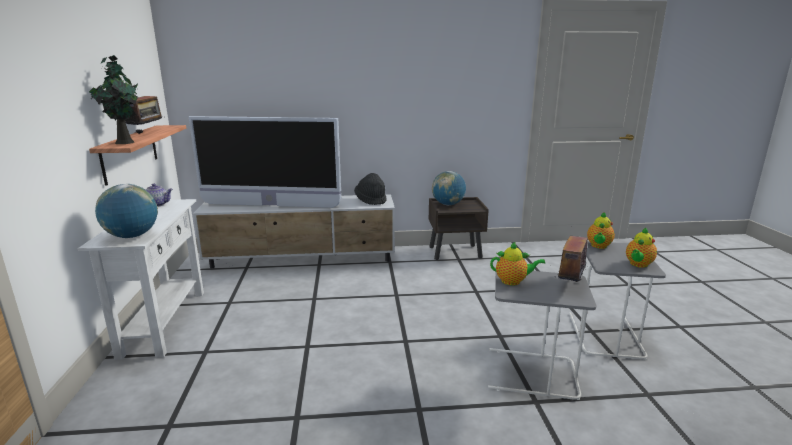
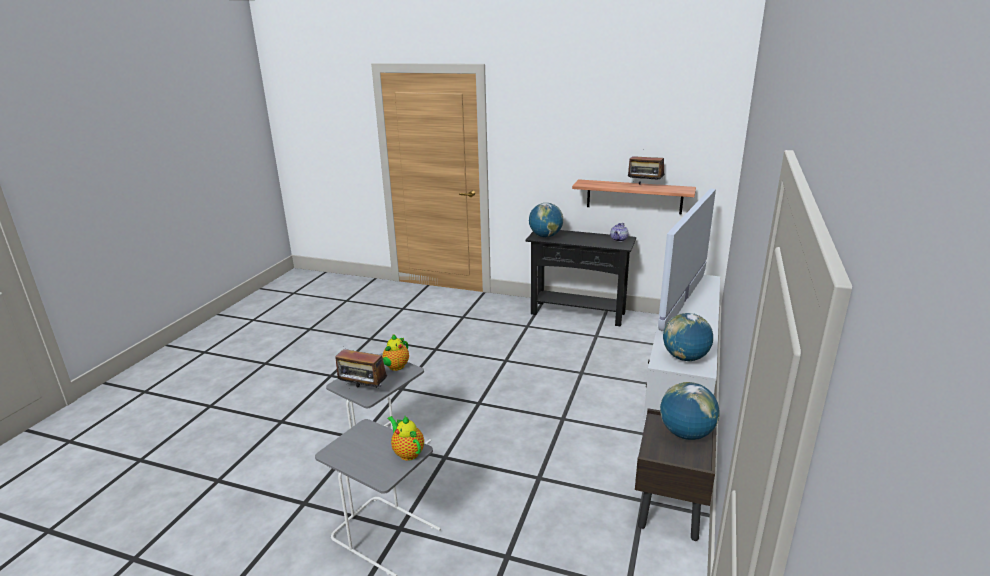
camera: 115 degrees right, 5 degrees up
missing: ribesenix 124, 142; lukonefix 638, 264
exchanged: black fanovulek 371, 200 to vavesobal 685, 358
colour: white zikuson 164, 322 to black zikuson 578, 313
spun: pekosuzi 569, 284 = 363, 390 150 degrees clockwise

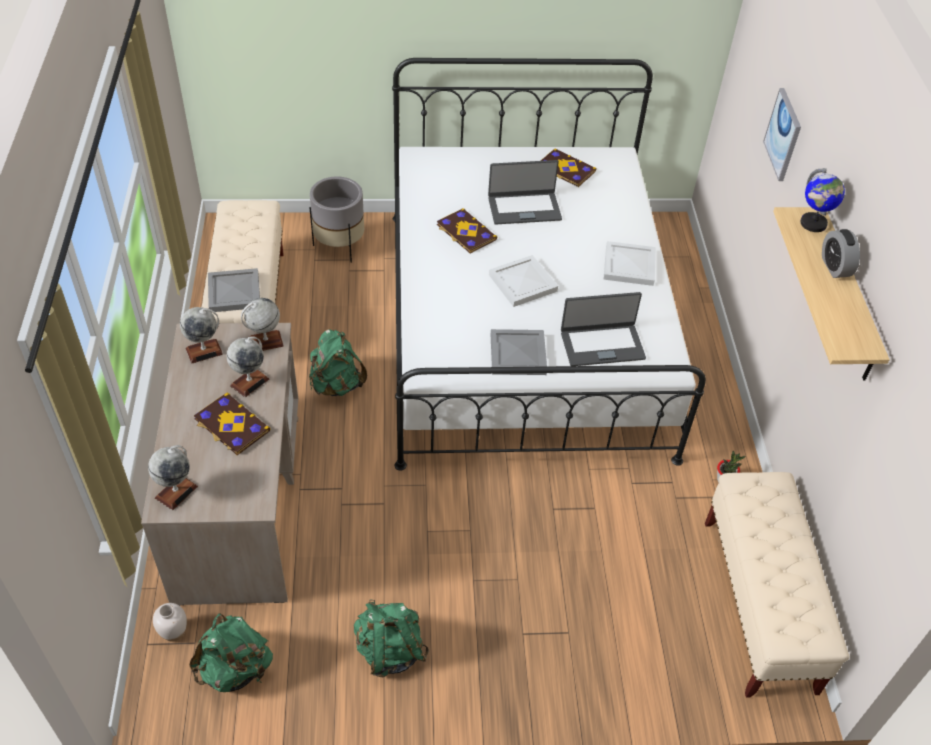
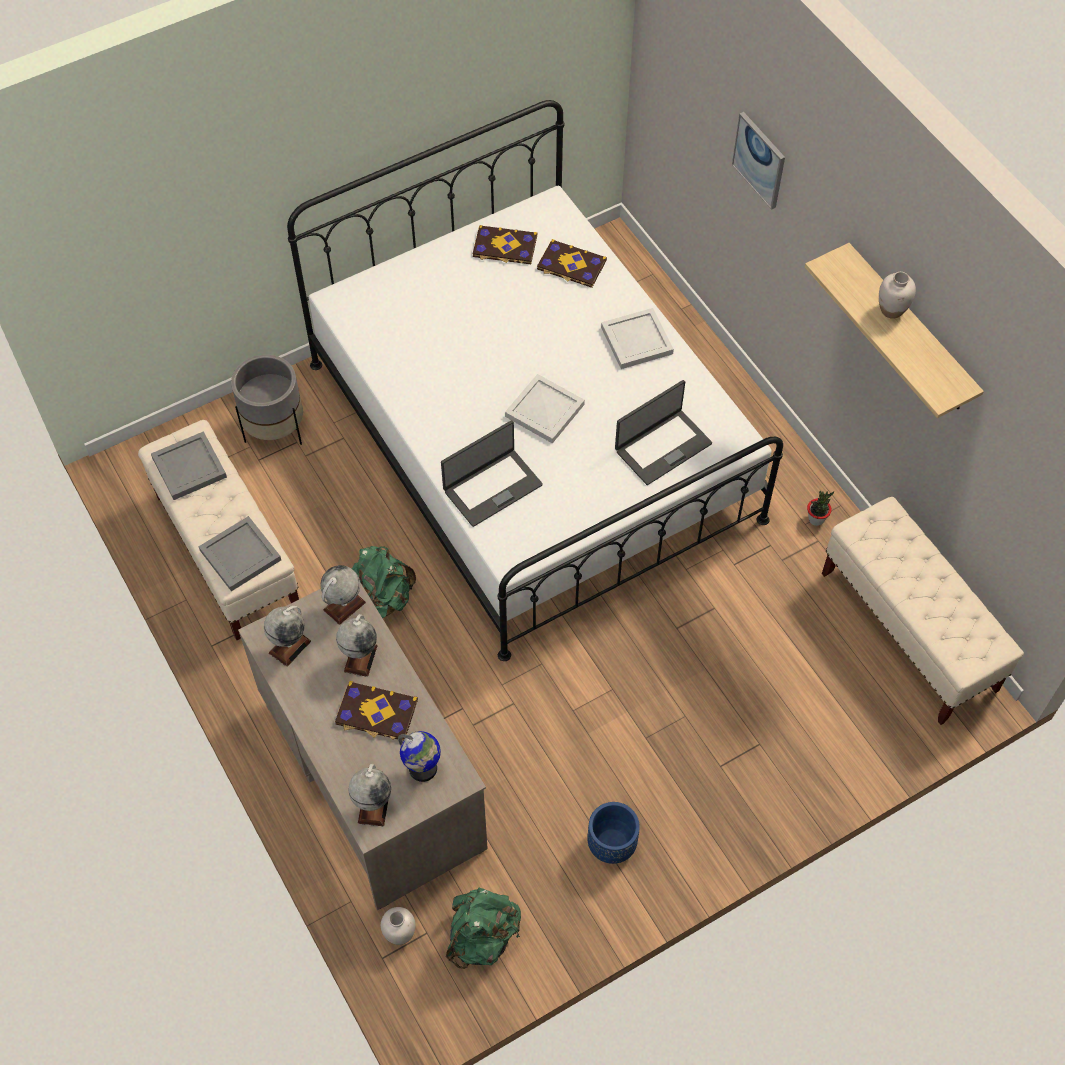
camera: 25 degrees left, 10 degrees up
relocated: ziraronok 465, 232 to 571, 265; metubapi 524, 208 to 492, 487; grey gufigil 518, 353 to 190, 466; vavesobal 813, 224 to 423, 769
exchanged: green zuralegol 389, 650 to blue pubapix 611, 844; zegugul 835, 267 to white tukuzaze 892, 310

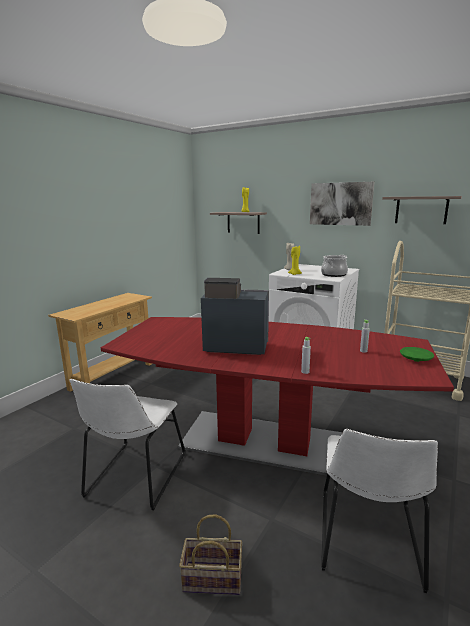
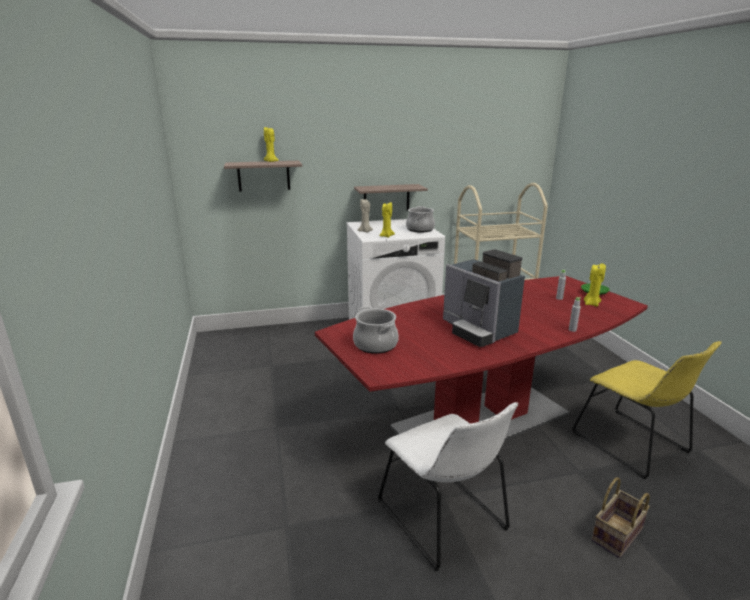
camera: 45 degrees left, 5 degrees up
missing: beige zikuson 112, 376; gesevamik 340, 204
appeared: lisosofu 375, 345; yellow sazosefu 591, 304
relocated: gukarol 421, 210 to 386, 198
colour: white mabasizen 368, 540 to yellow mabasizen 634, 445
spun: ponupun 233, 346 = 478, 330 90 degrees counterclockwise

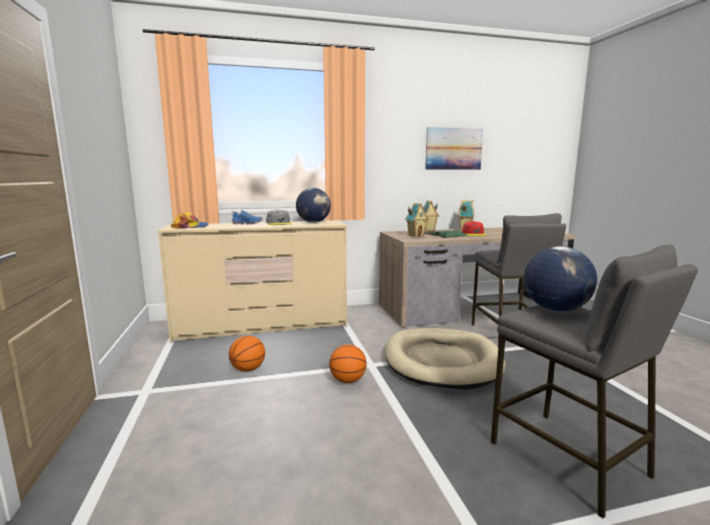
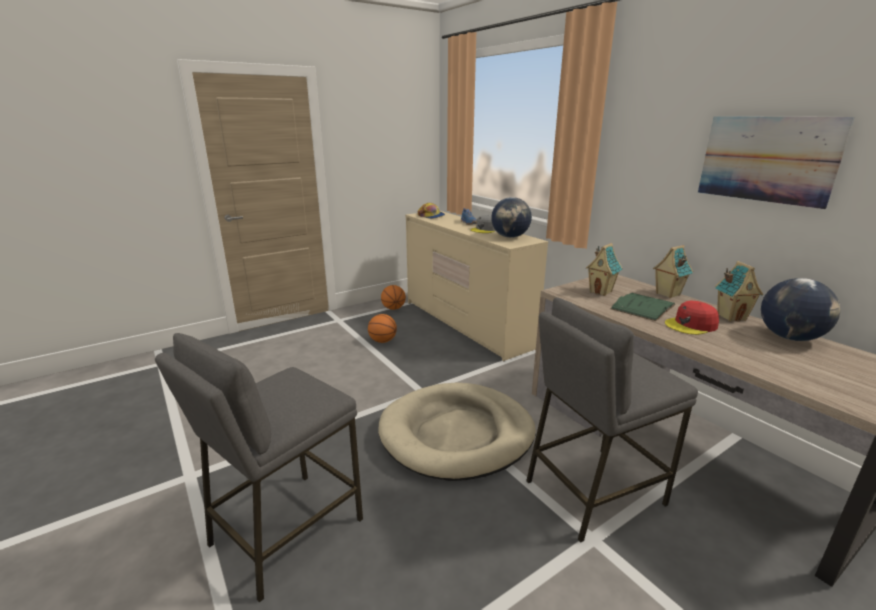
camera: 70 degrees right, 10 degrees up
relocated: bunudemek 348, 380 to 393, 308; vavesobal 555, 309 to 789, 337

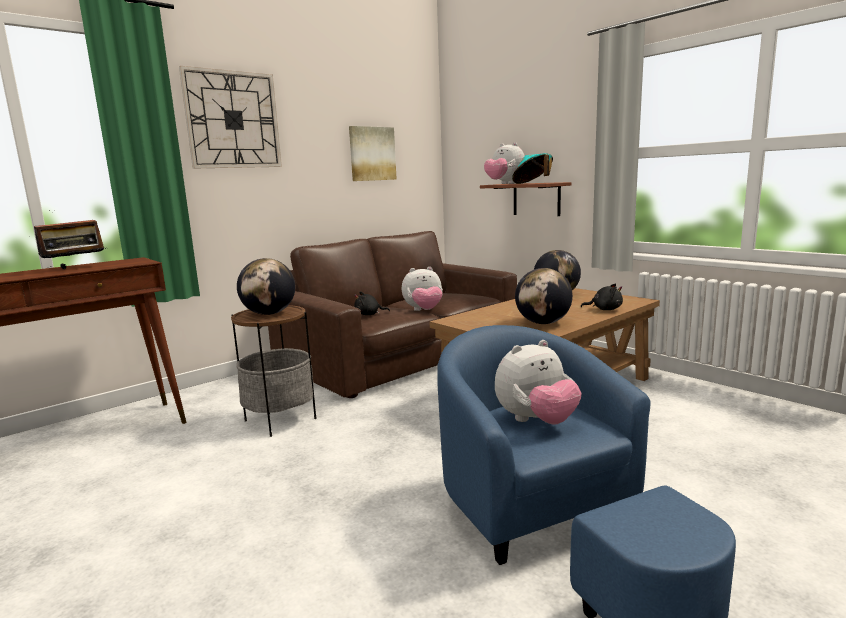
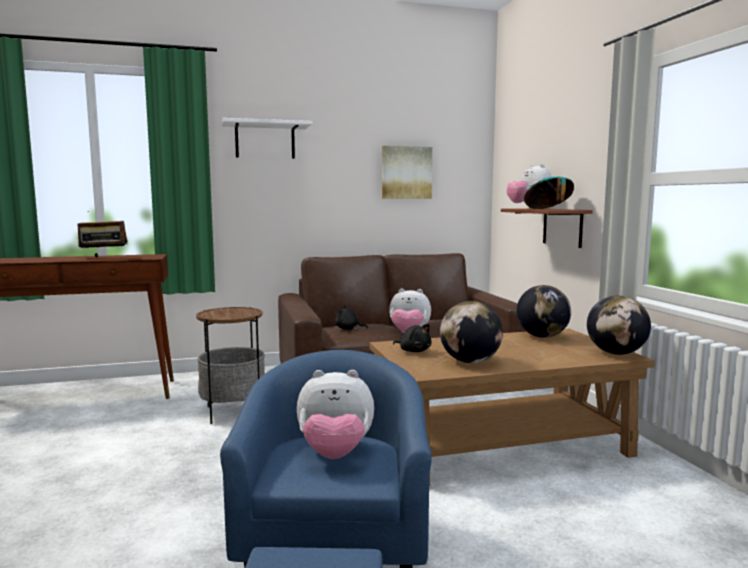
camera: 25 degrees right, 5 degrees down
relocated: vavesobal 269, 313 to 616, 353; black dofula 604, 309 to 414, 351
exchanged: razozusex 233, 120 to white gukarol 265, 141

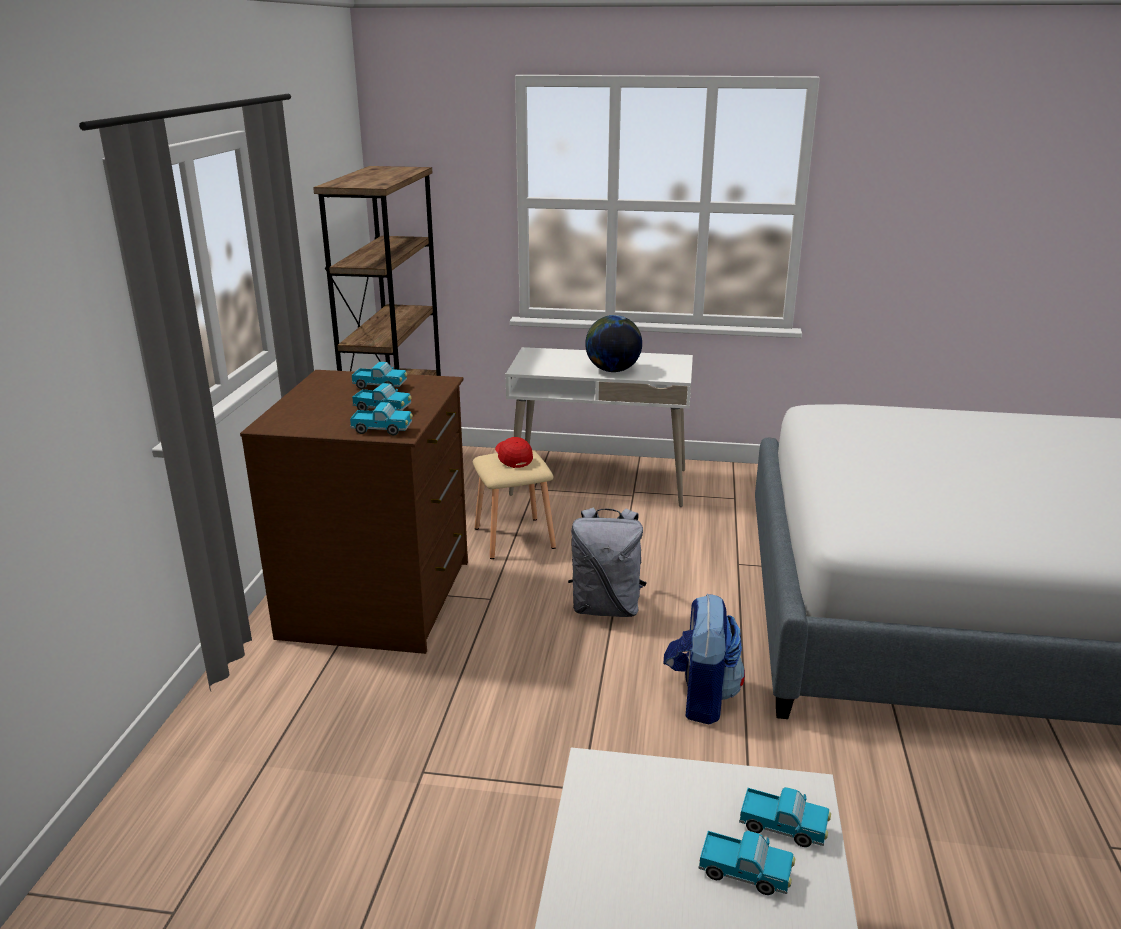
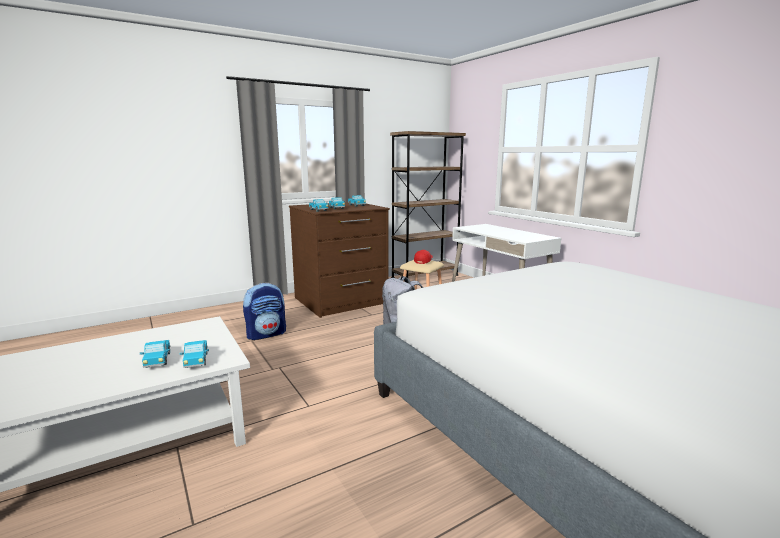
camera: 50 degrees right, 10 degrees down
missing: vavesobal 612, 370
relocated: zuralegol 701, 697 to 266, 334

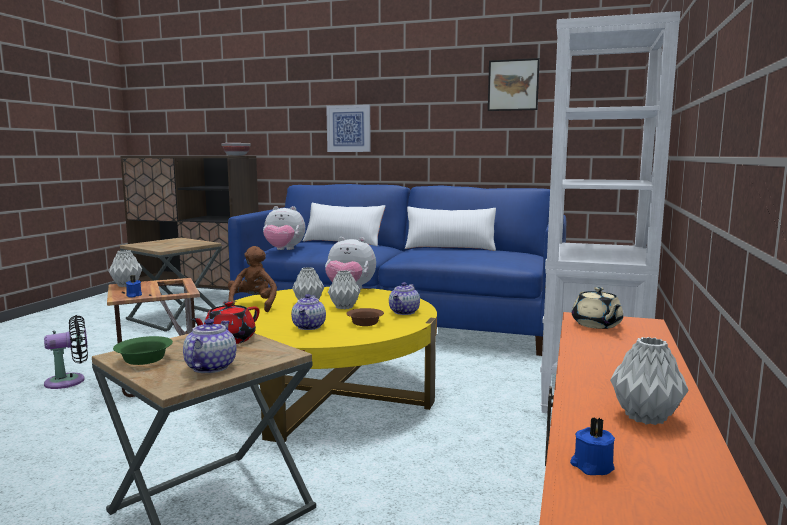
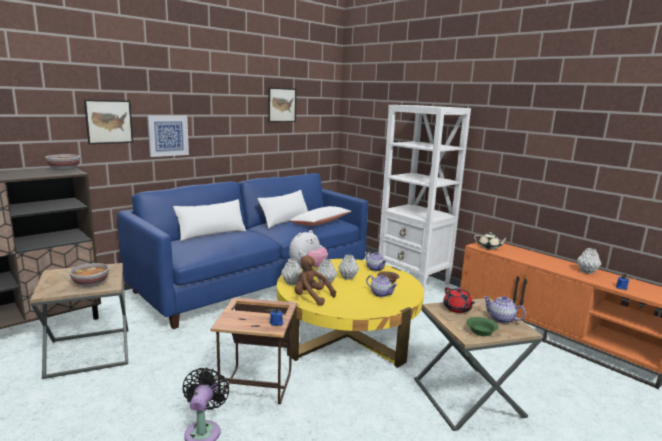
camera: 60 degrees left, 5 degrees up
missing: dofula 283, 250
appeared: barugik 91, 283; gesevamik 109, 121; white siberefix 321, 223
relocated: grey tukuzaze 126, 285 to 291, 283

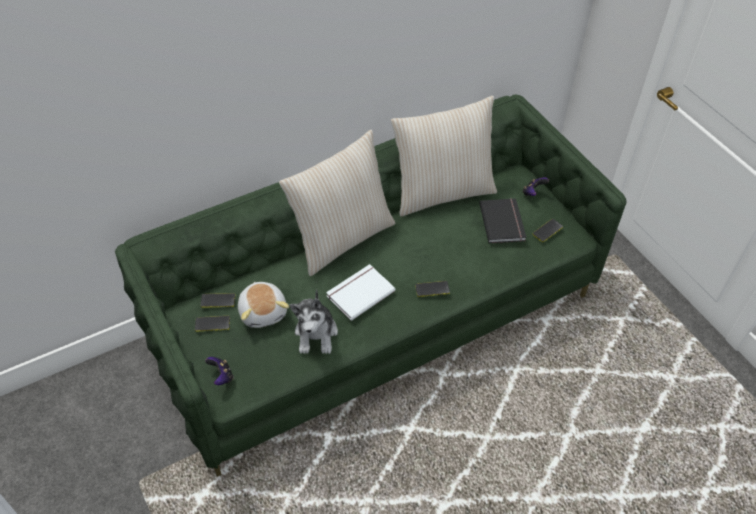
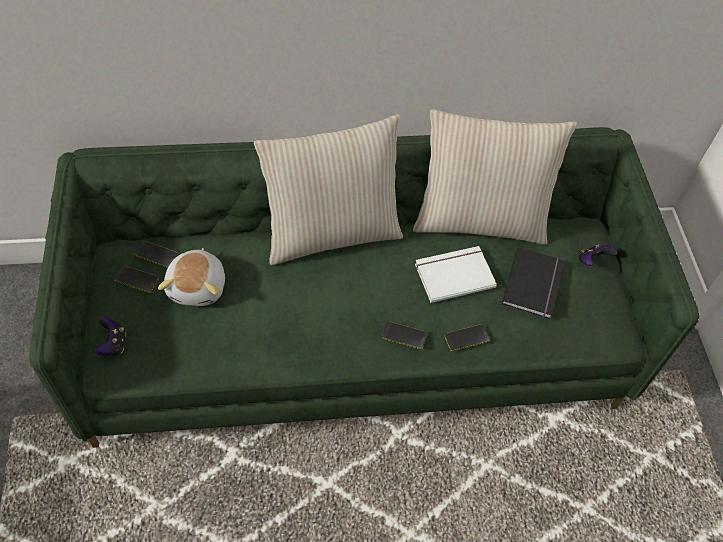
camera: 20 degrees right, 5 degrees up
missing: dofula 316, 333
relocated: white ziraronok 359, 292 to 453, 274; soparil 547, 230 to 467, 338

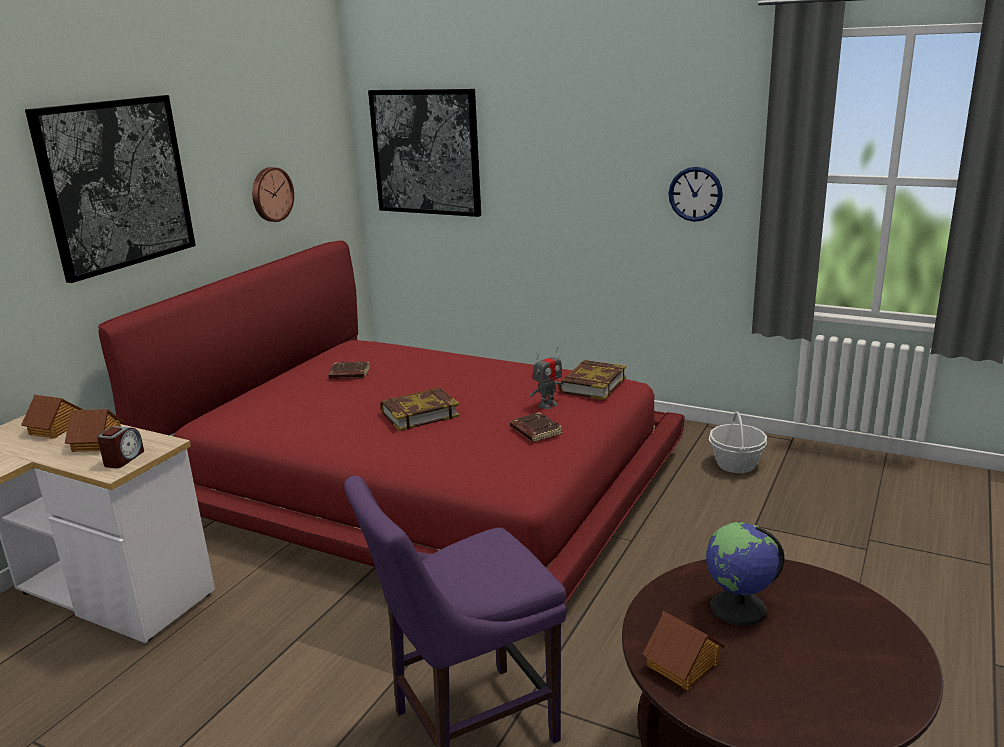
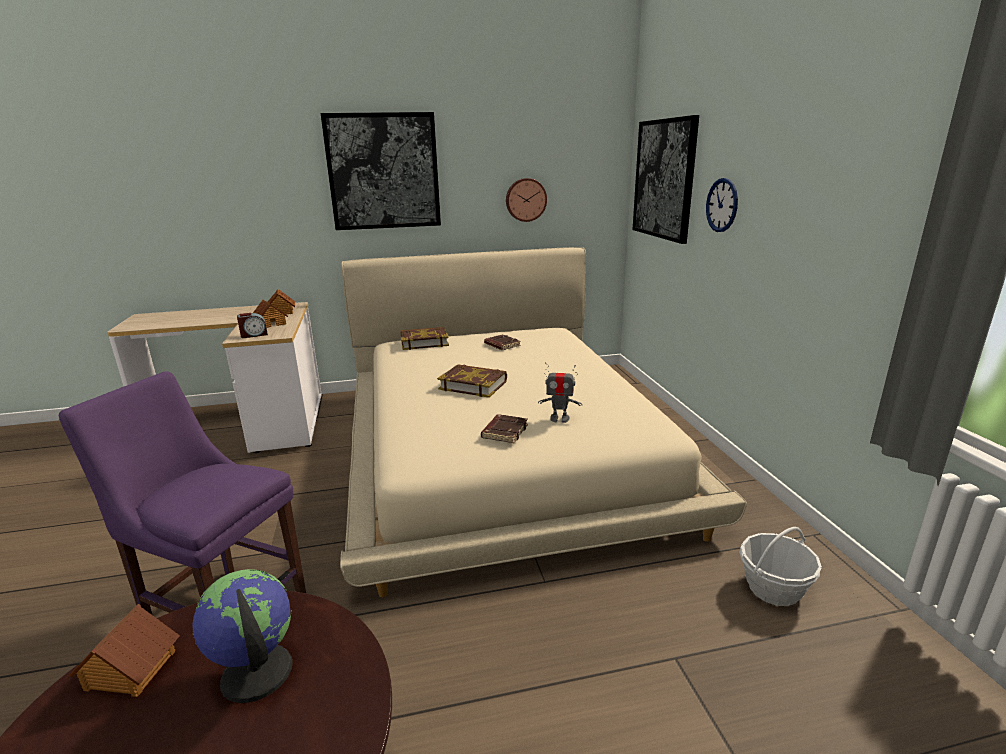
camera: 50 degrees right, 0 degrees up
relocated: ziraronok 592, 385 to 424, 342; razozusex 695, 194 to 722, 205
colour: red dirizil 420, 483 to beige dirizil 501, 448

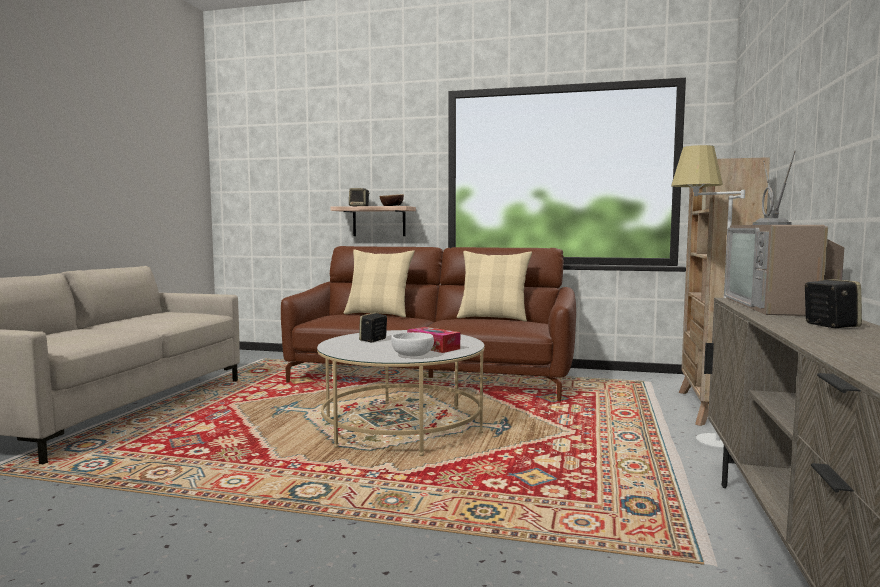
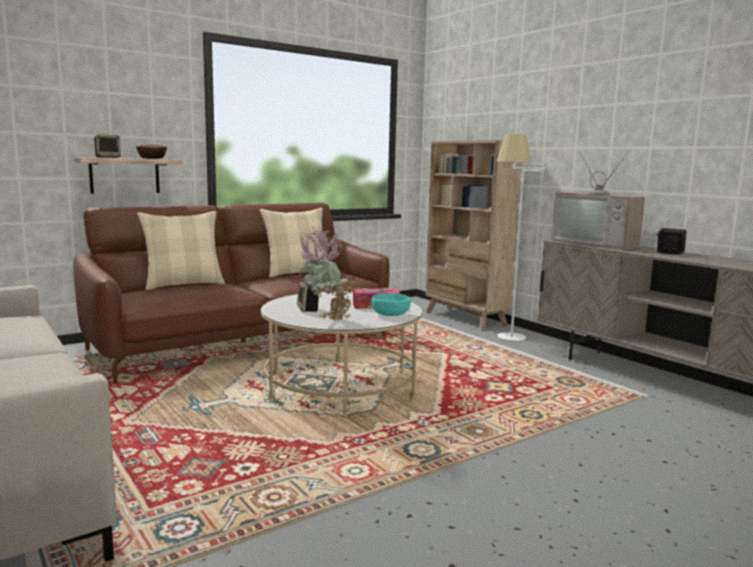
camera: 50 degrees left, 5 degrees up
appeared: ribesenix 326, 321
colour: white barugik 412, 355 to turquoise barugik 391, 314

